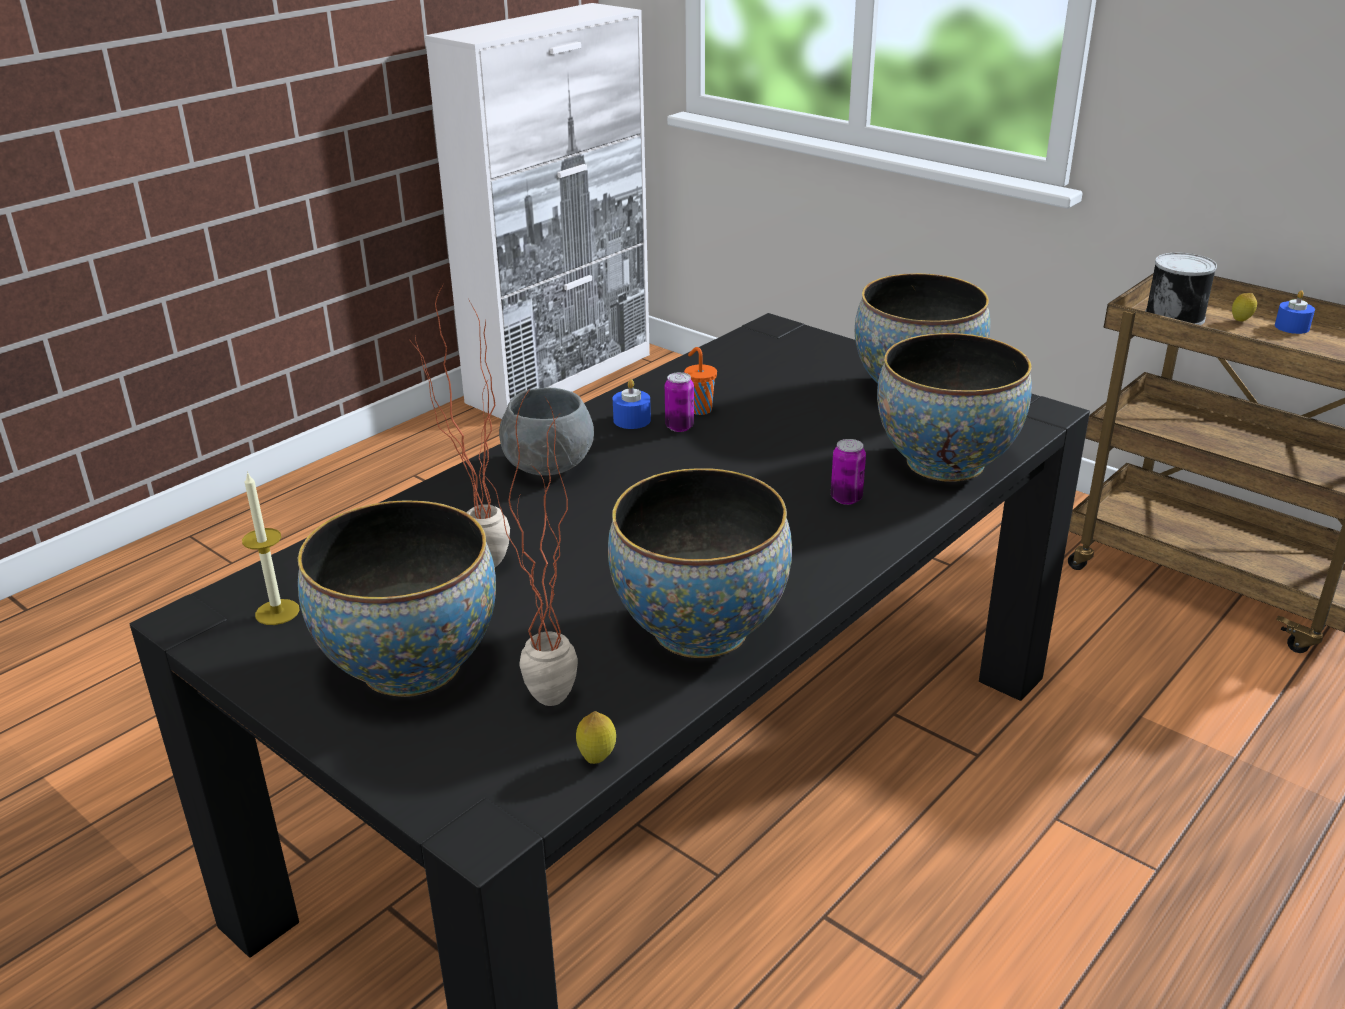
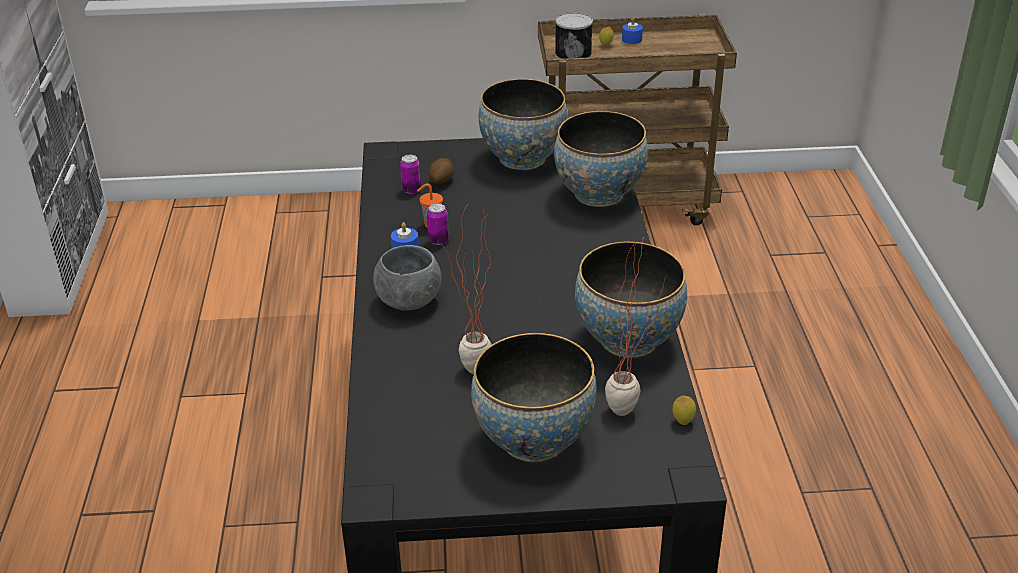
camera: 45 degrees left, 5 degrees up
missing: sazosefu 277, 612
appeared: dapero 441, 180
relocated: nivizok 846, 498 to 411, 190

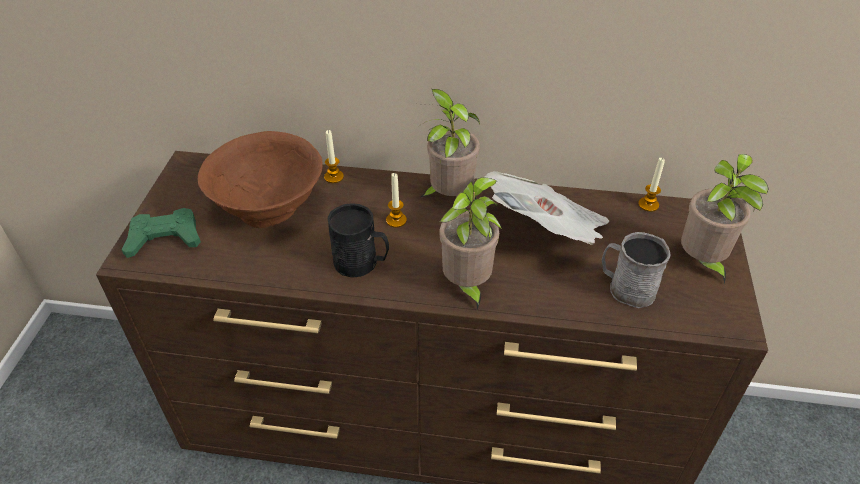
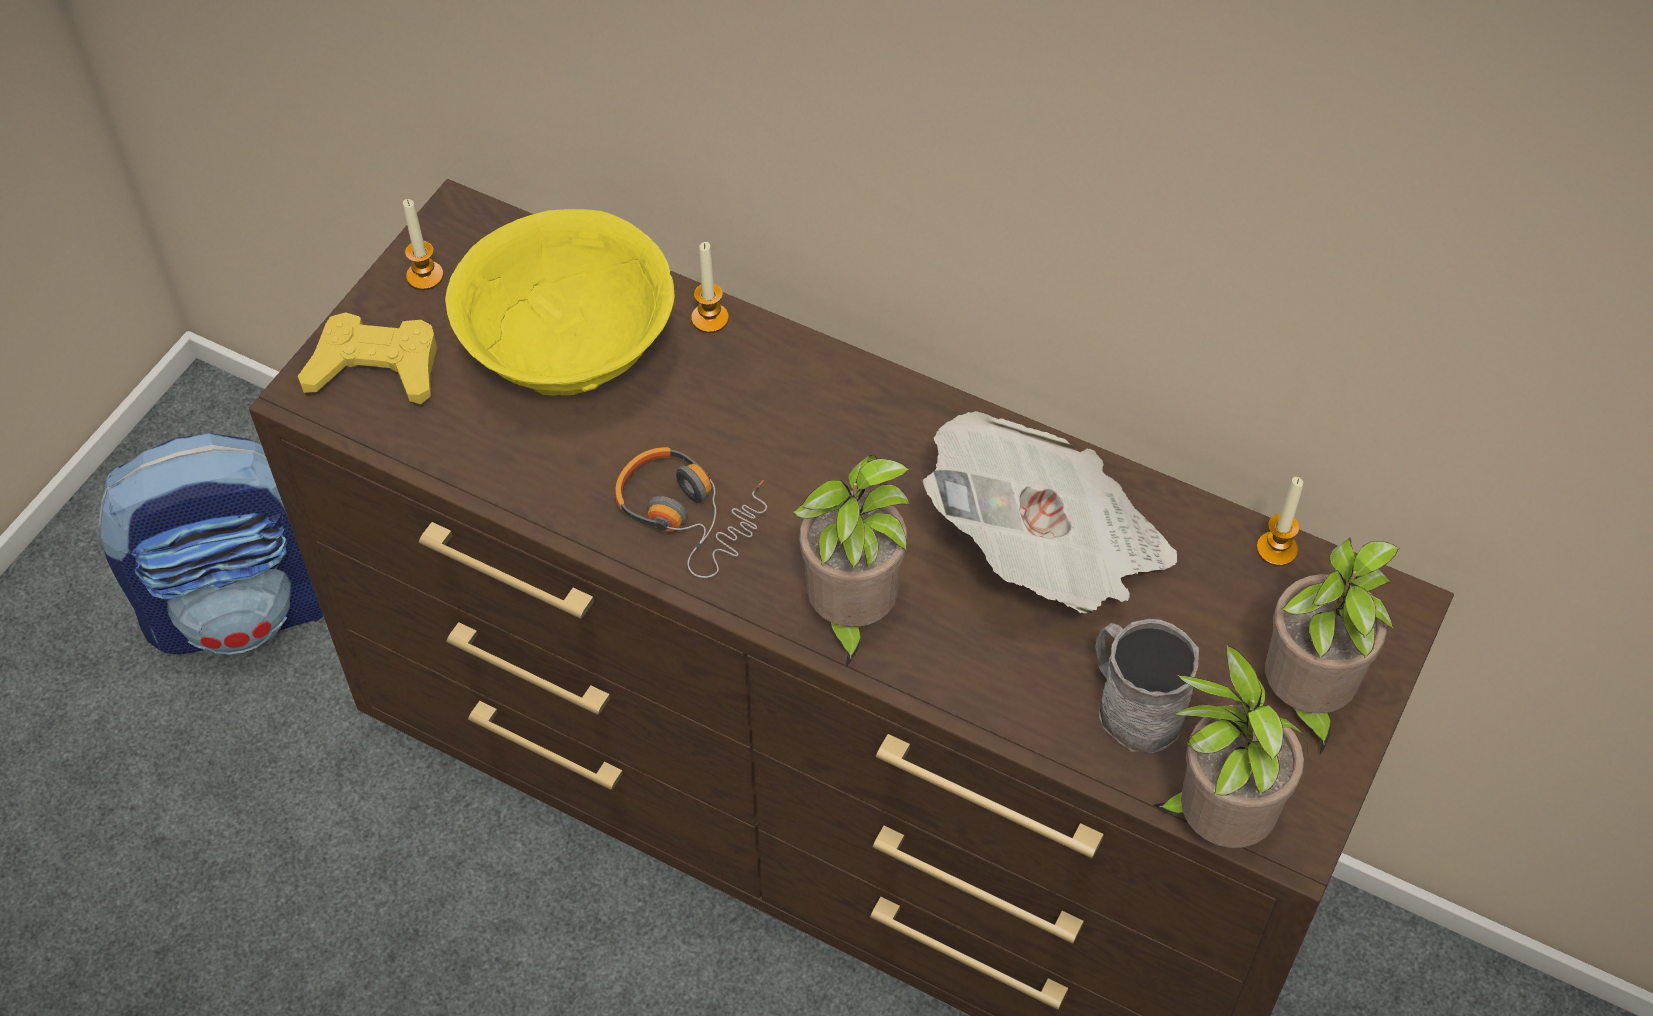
camera: 20 degrees right, 10 degrees up
appeared: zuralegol 244, 606
relocated: sazosefu 396, 220 to 425, 276; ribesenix 448, 196 to 1215, 820
exchanged: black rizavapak 361, 262 to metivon 688, 515
colour: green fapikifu 164, 238 to yellow fapikifu 376, 368; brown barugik 269, 209 to yellow barugik 571, 357

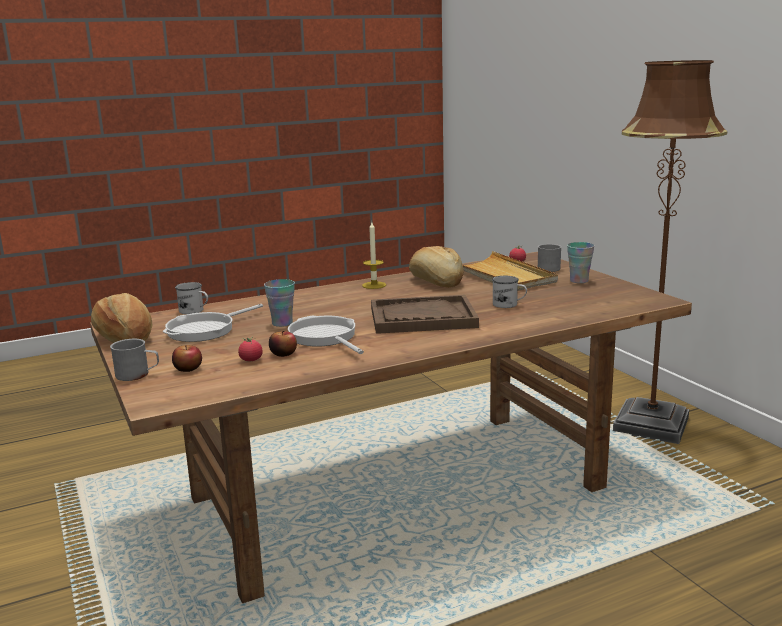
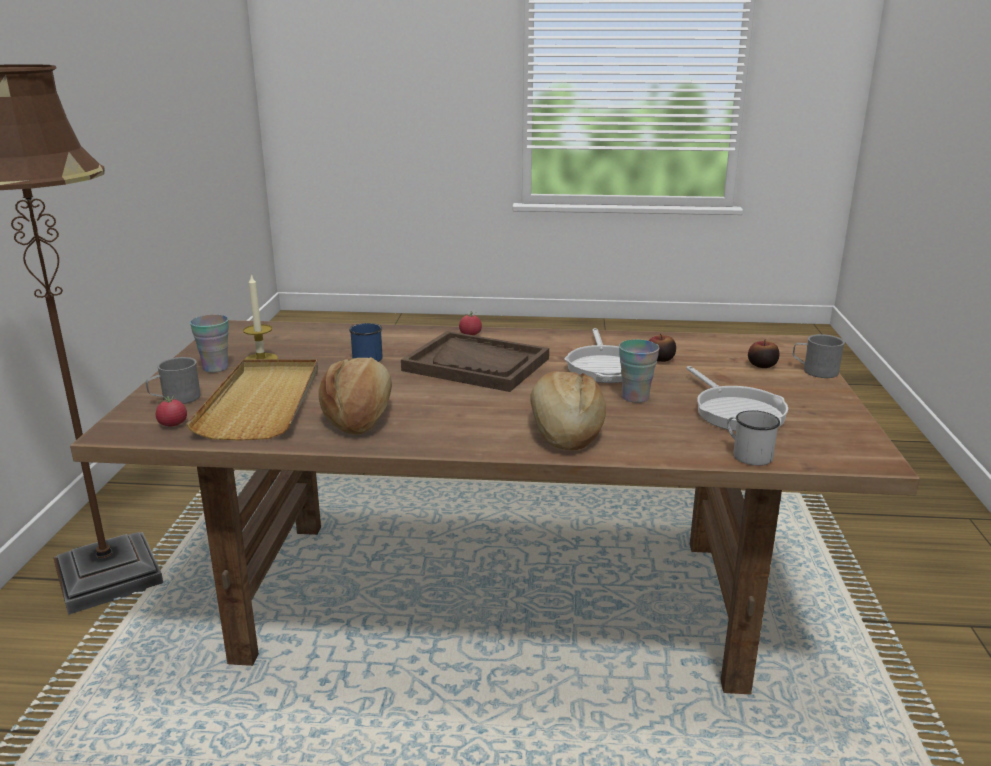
camera: 150 degrees left, 5 degrees up
relocated: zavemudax 125, 337 to 564, 431; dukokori 251, 360 to 470, 334; sazosefu 374, 285 to 261, 359
colour: white rizavapak 509, 305 to blue rizavapak 364, 357
spun: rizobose 205, 330 = 736, 411 90 degrees clockwise

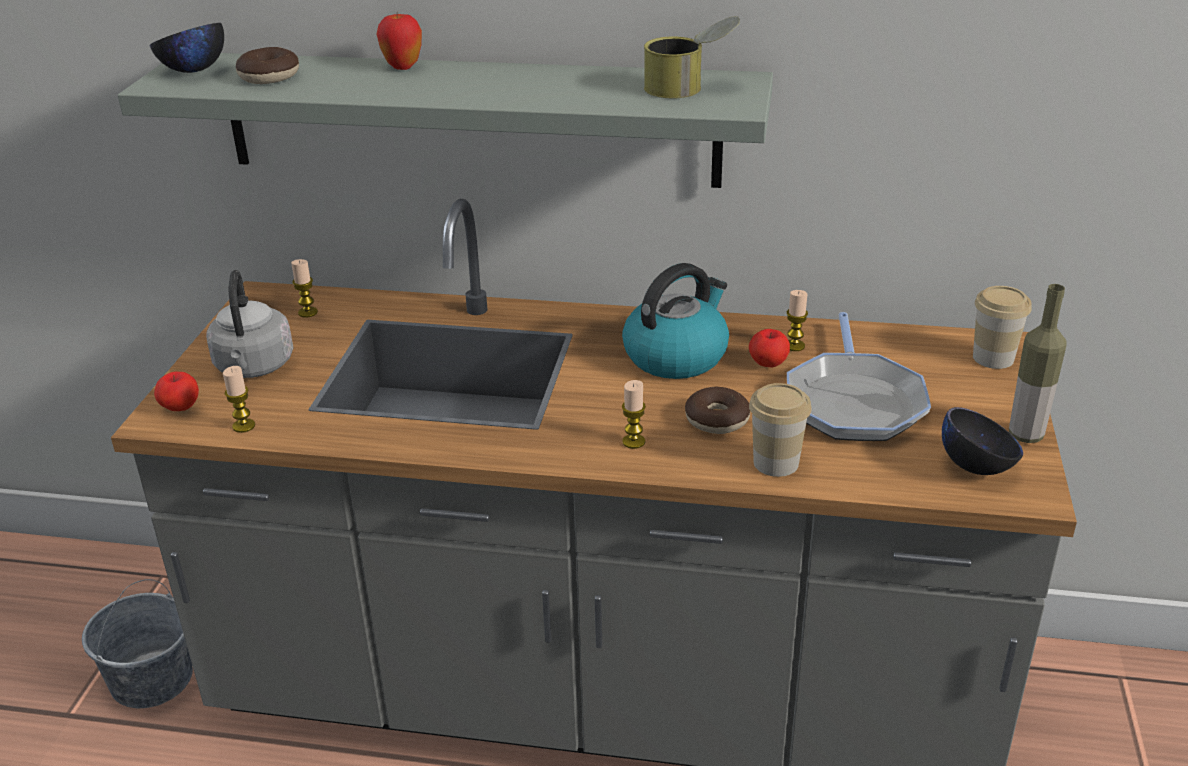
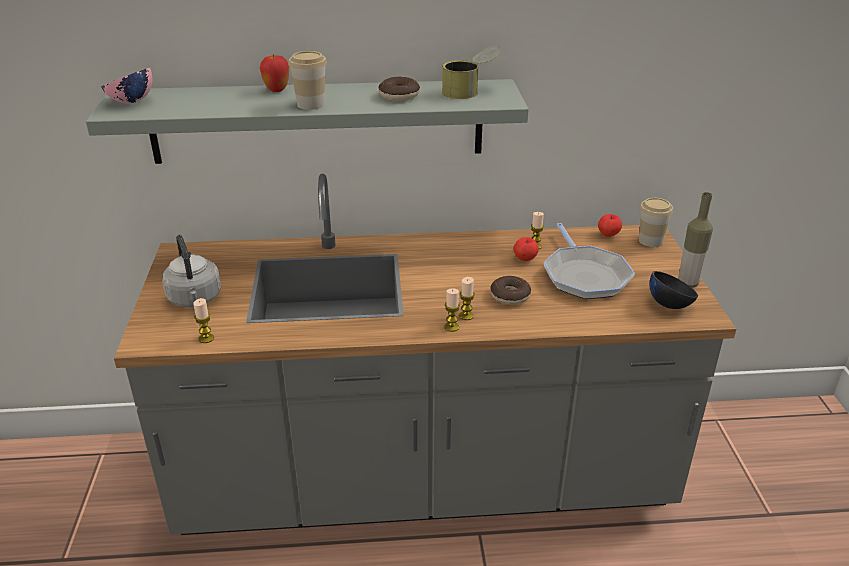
camera: 15 degrees left, 0 degrees up
missing: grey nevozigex 152, 679; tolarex 676, 355
relocated: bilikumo 180, 408 to 608, 235; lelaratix 269, 76 to 399, 96; sazosefu 308, 312 to 451, 327; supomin 776, 463 to 311, 104
colour: black barugik 193, 71 to pink barugik 131, 101

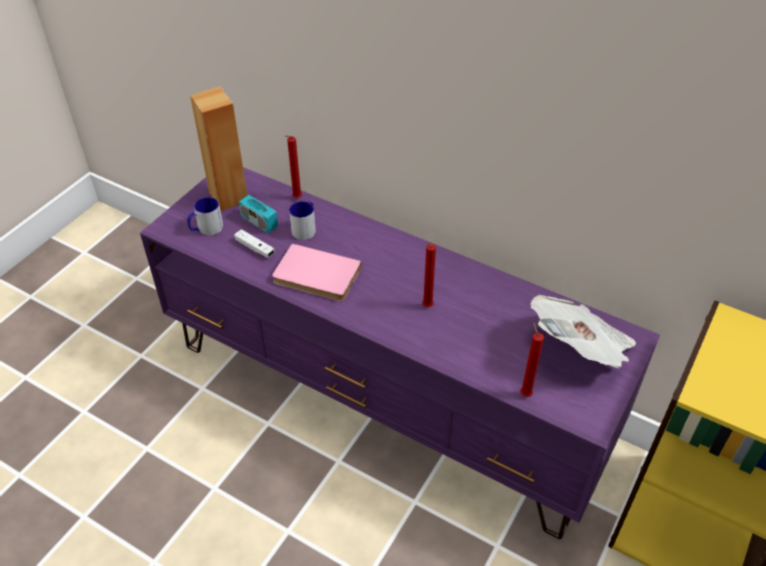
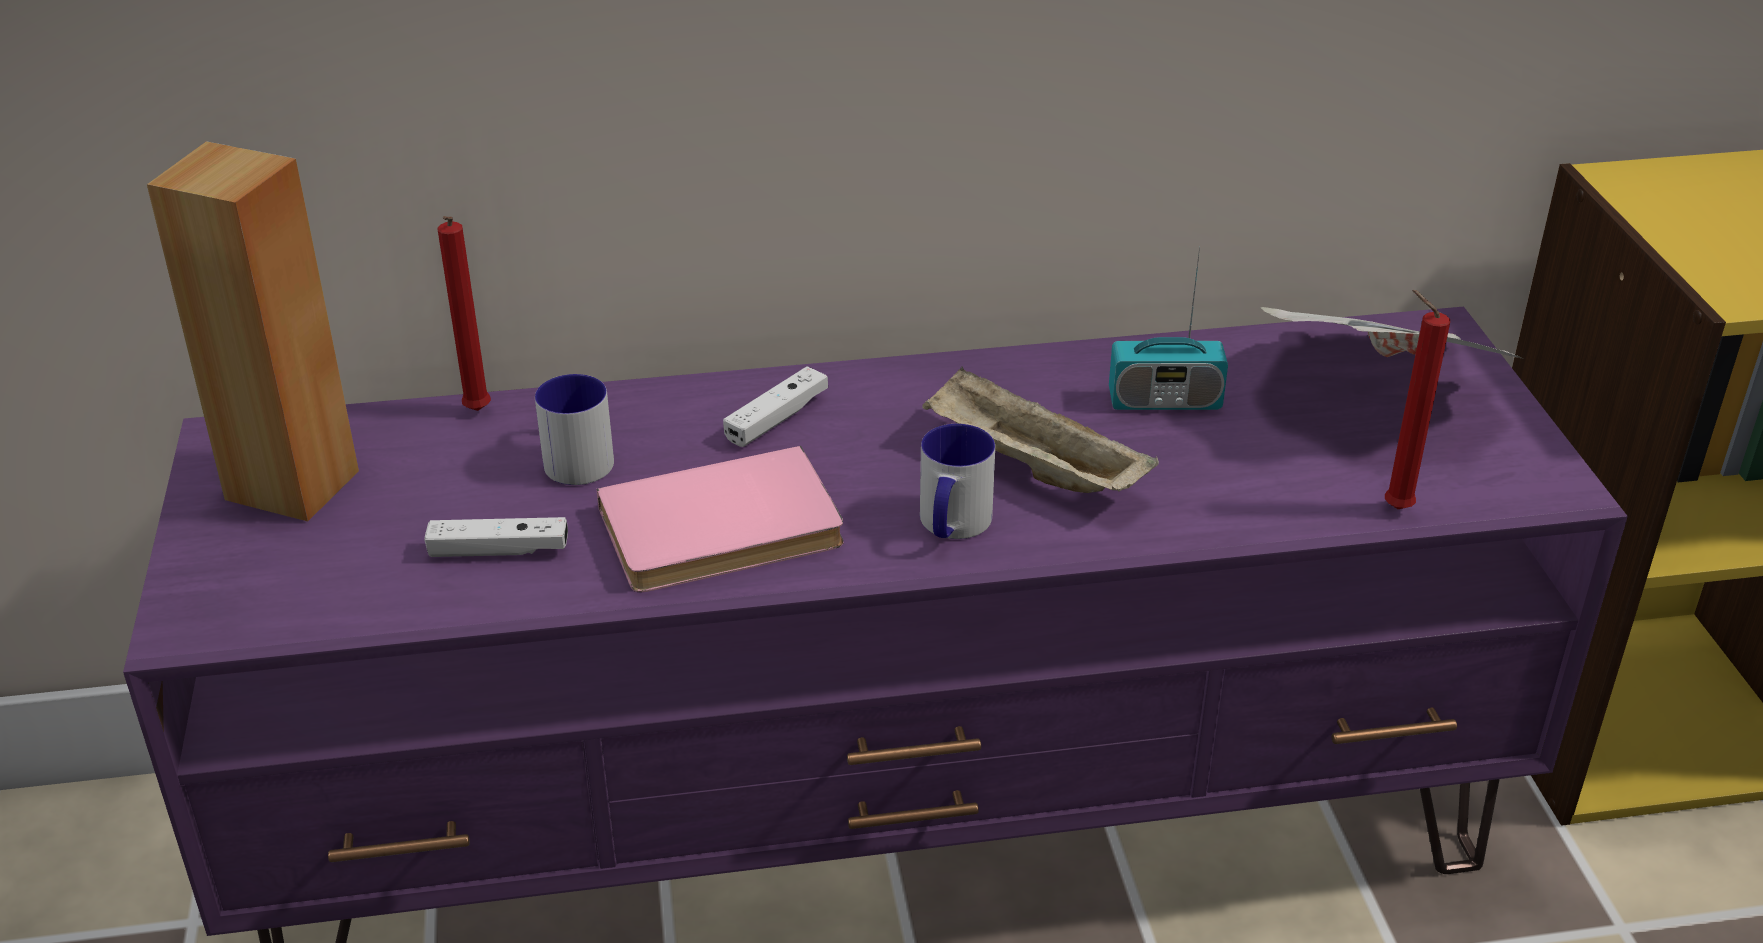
camera: 40 degrees left, 10 degrees down
appeared: white fapikifu 777, 418
relocated: rizavapak 206, 229 to 952, 526; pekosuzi 259, 222 to 1164, 401
exchanged: red sazosefu 427, 307 to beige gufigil 1030, 467

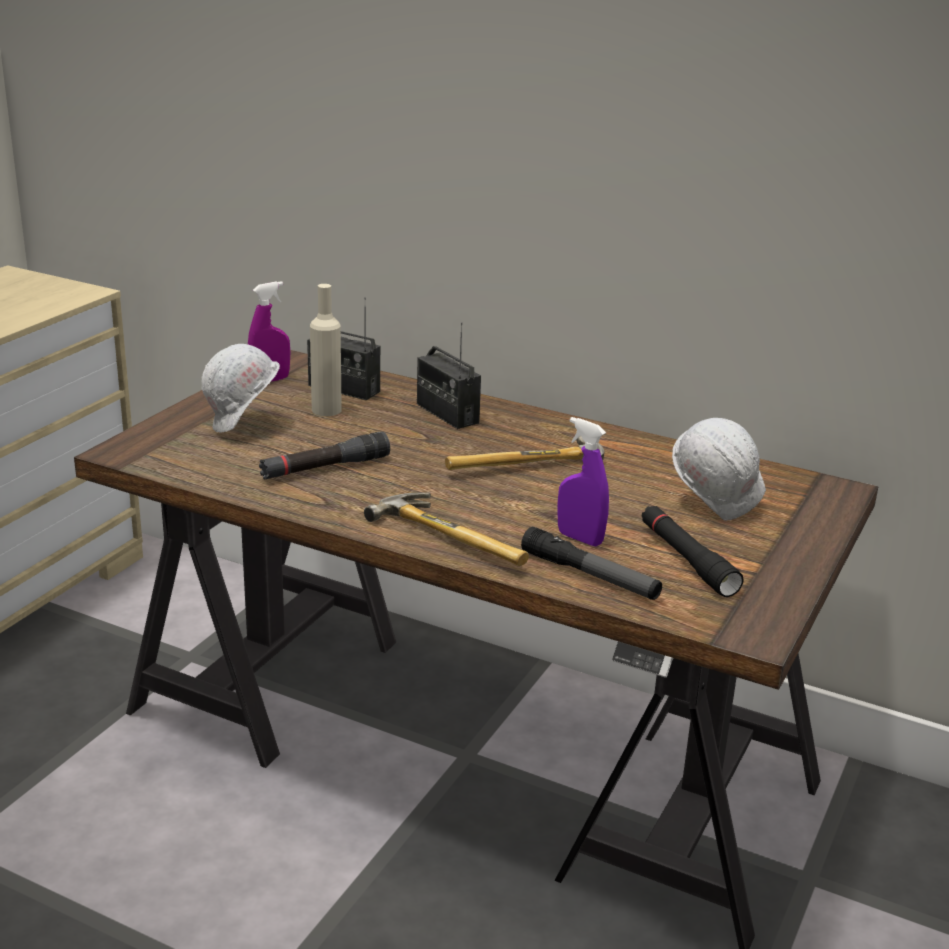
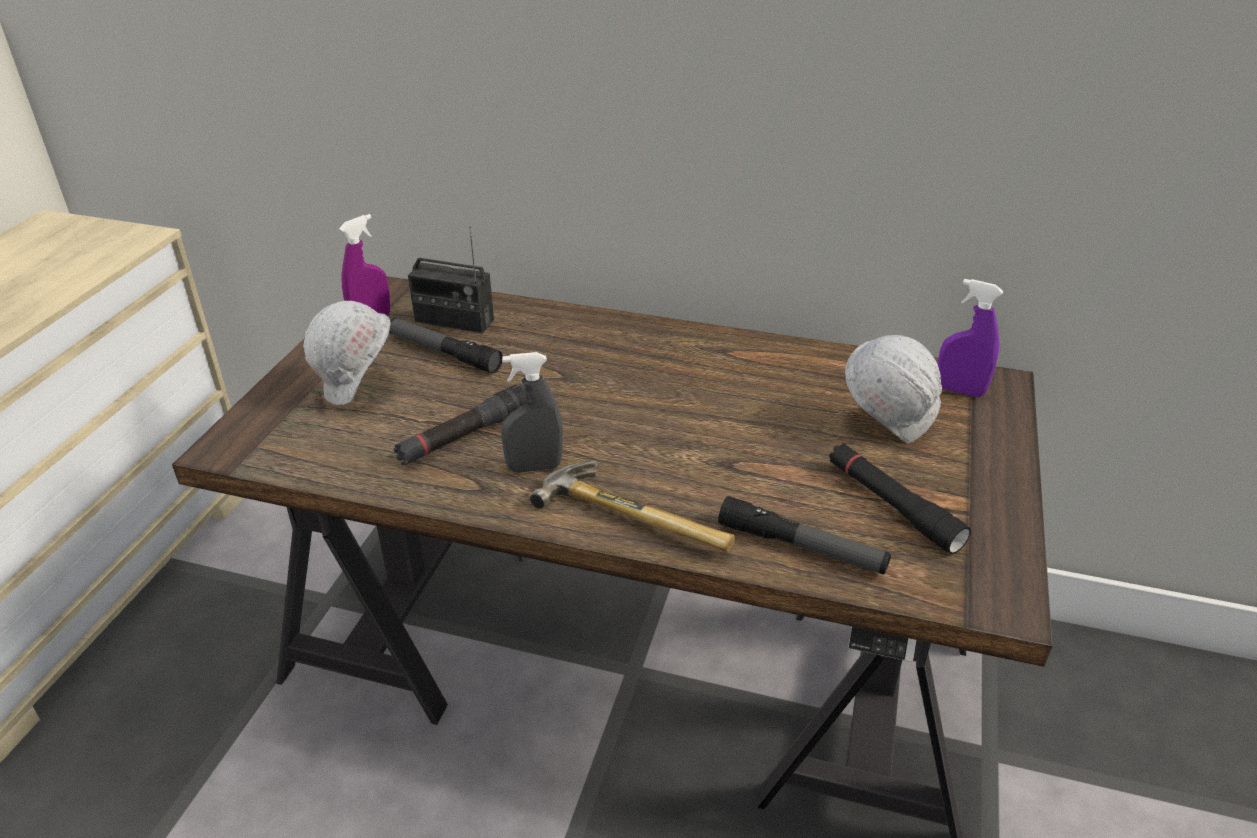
camera: 10 degrees left, 10 degrees up
missing: pekosuzi 447, 413; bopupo 530, 470
appeared: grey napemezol 534, 467
relocated: purple napemezol 580, 538 to 959, 390
exchanged: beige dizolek 326, 410 to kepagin 443, 353

